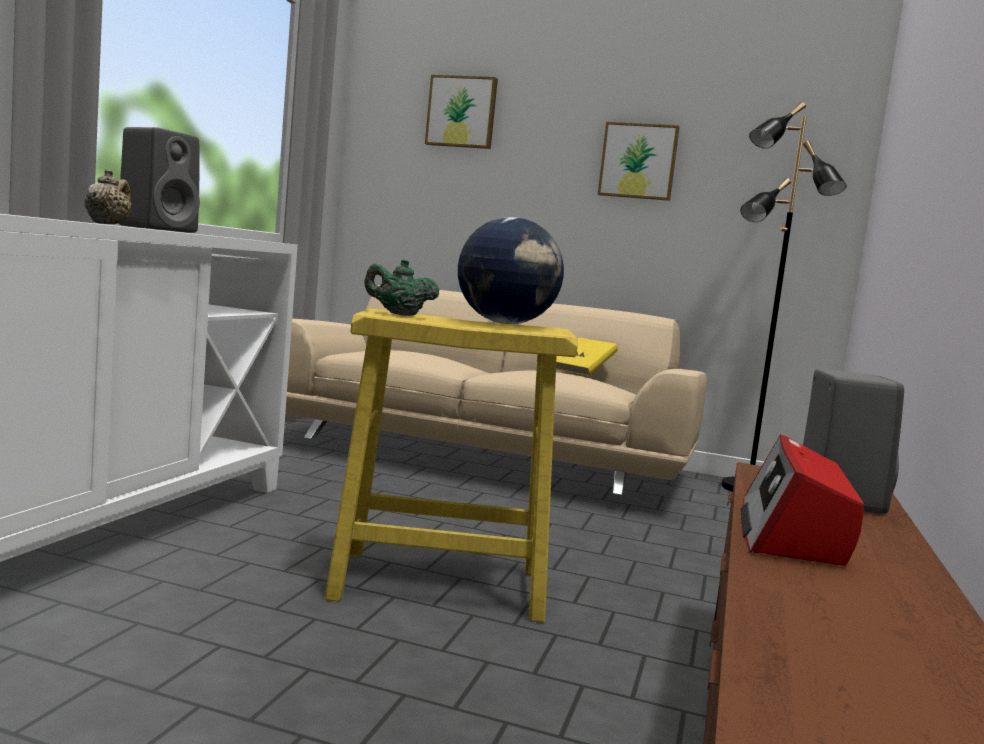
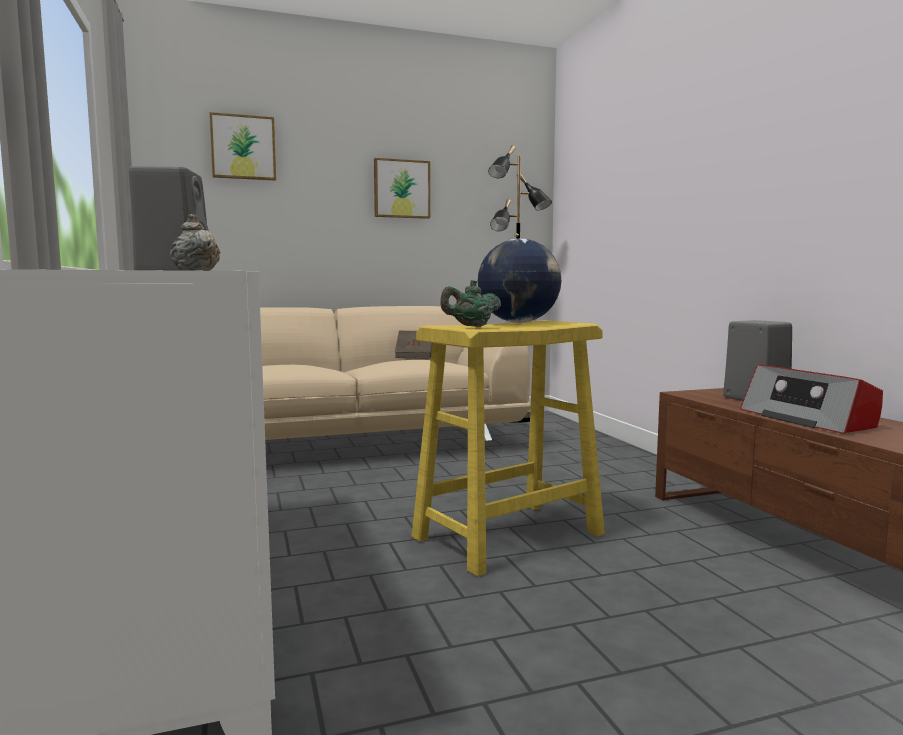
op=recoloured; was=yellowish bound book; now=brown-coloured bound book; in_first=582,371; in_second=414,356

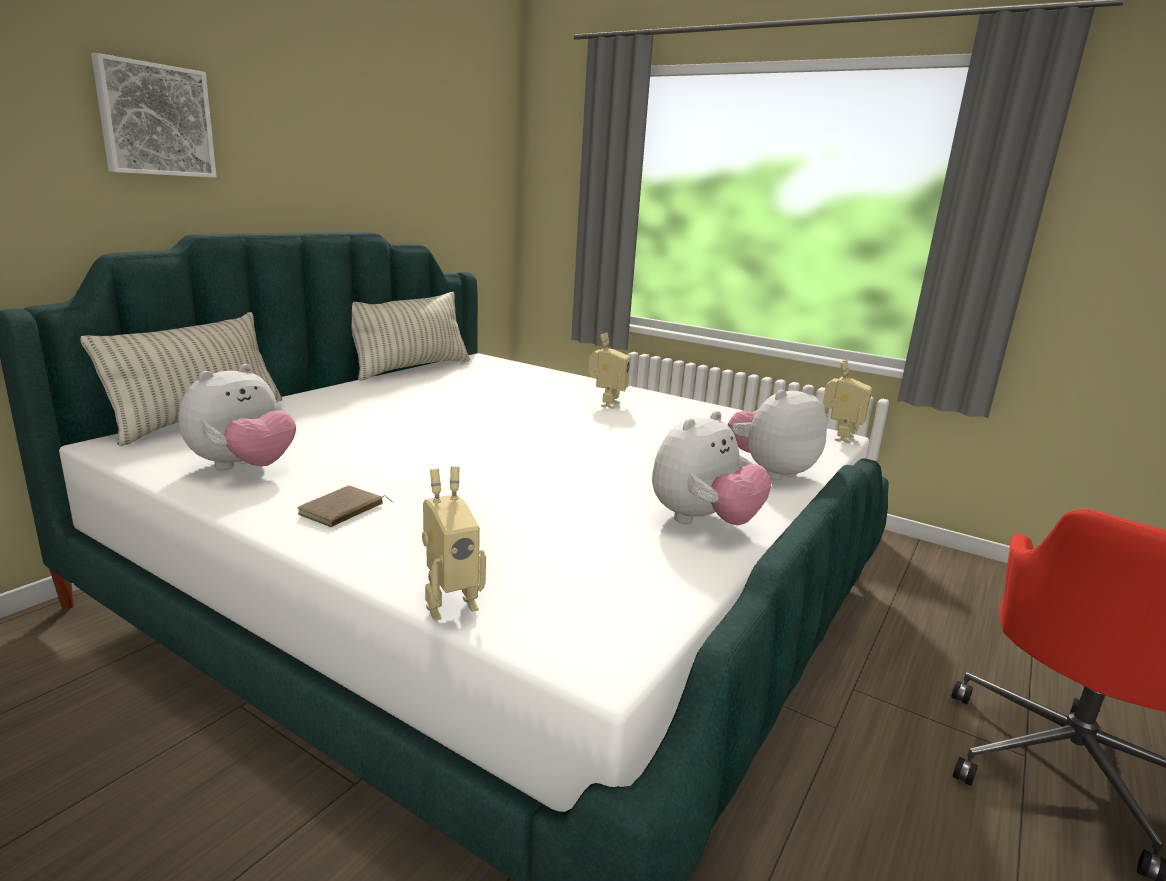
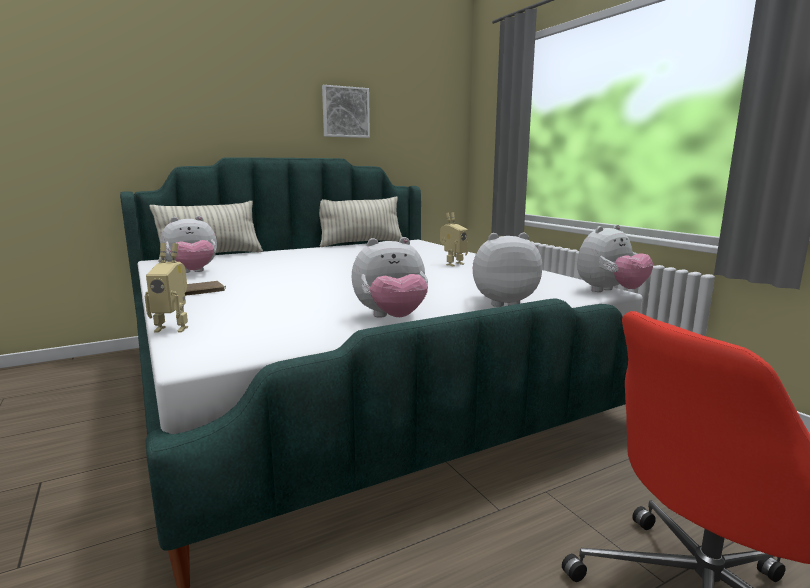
op=moved; was=picture; in_first=155,120; in_second=345,112
op=replaced; was=model robot; now=soft toy; in_first=839,437; in_second=609,292

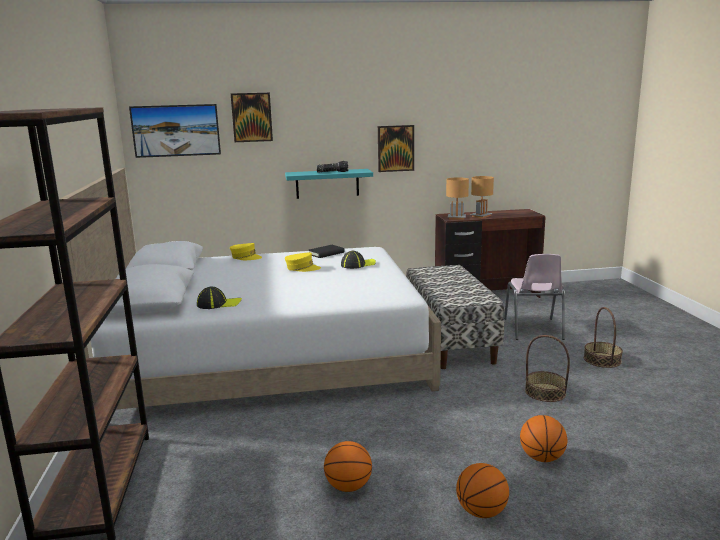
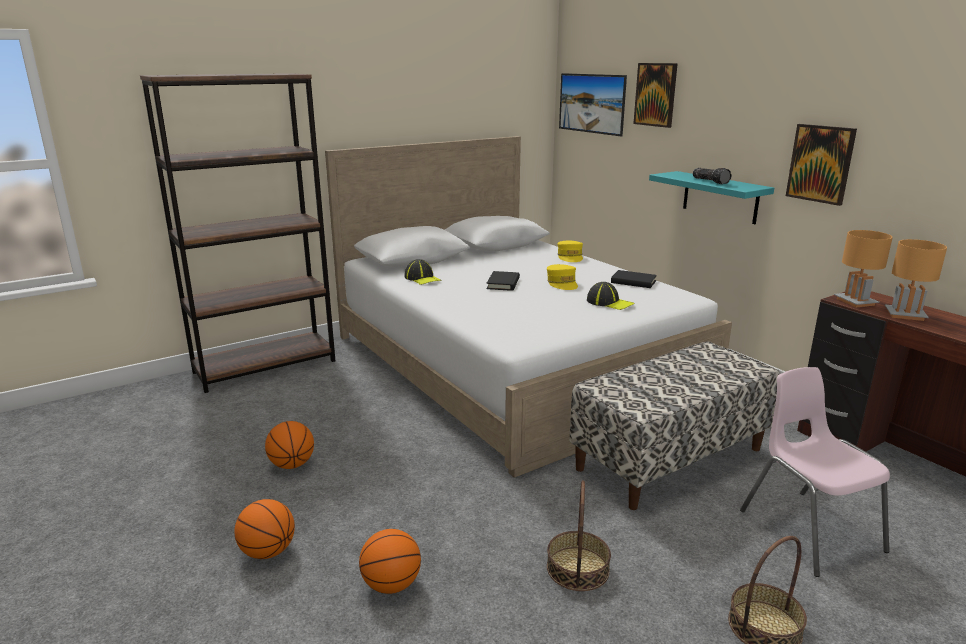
op=added; now=black-coloured bound book; in_second=503,283
op=turned; was=pink-coloured plain chair; in_first=533,329; in_second=808,529; clockwise=90

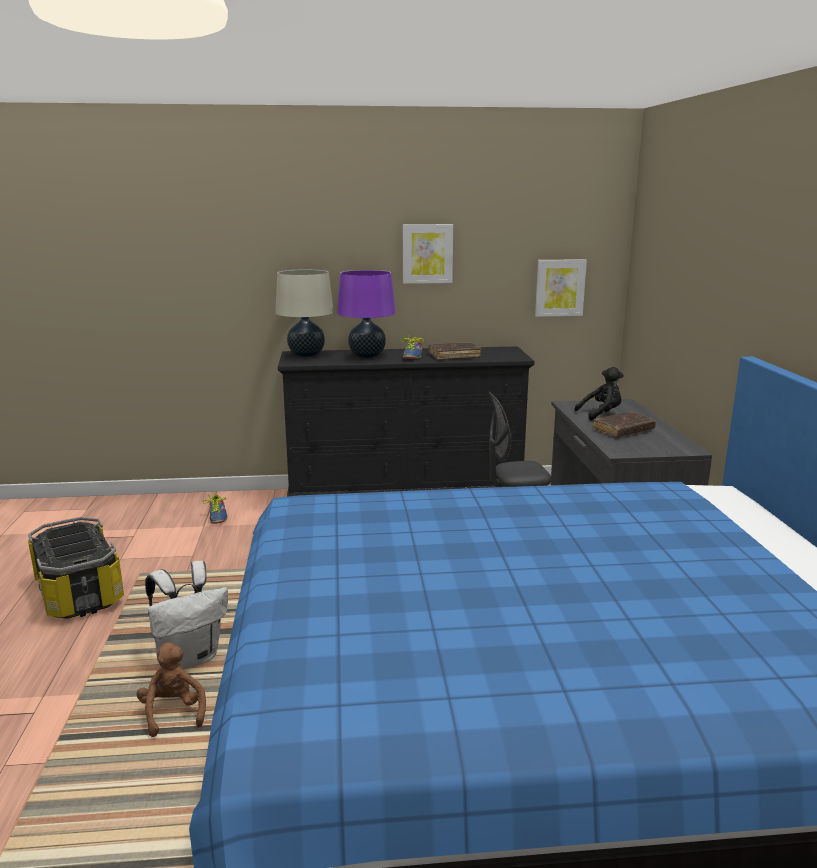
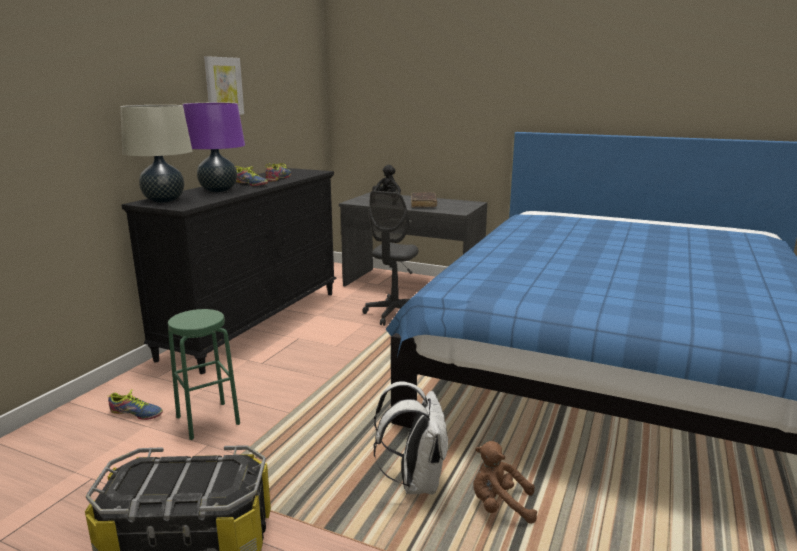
op=added; now=green-coloured stool; in_second=208,420
op=replaced; was=brown-coloured bound book; now=item of footwear; in_first=454,356; in_second=278,178
op=removed; was=picture; in_first=560,287

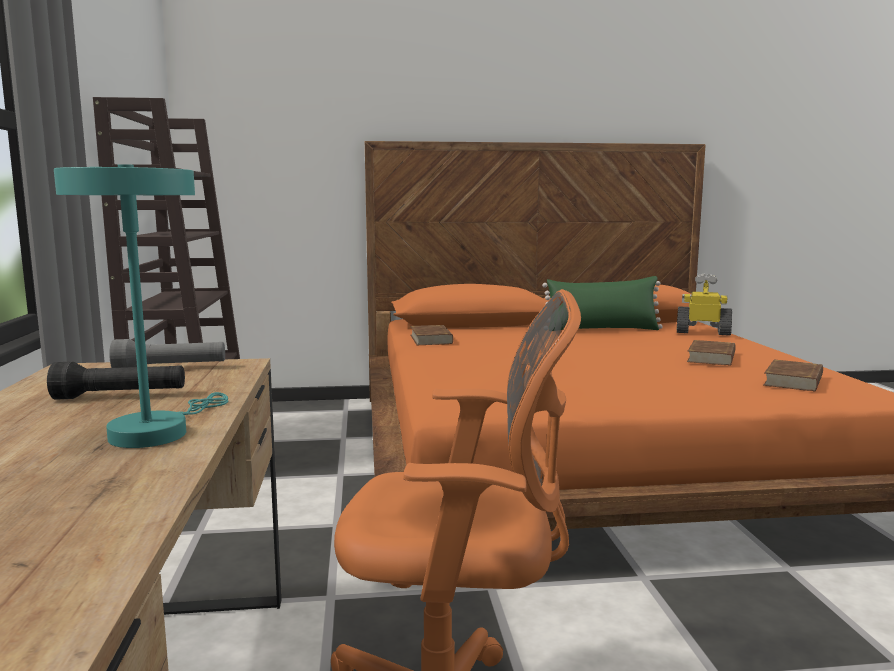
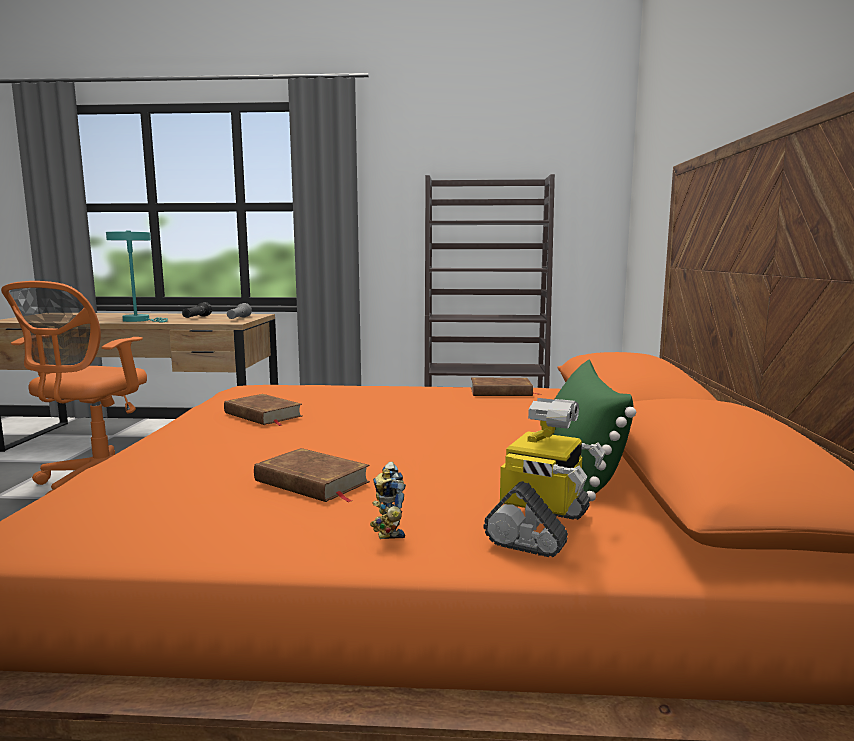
op=moved; was=brown-coloured bound book; in_first=794,381; in_second=263,415
op=added; now=model robot; in_second=385,531

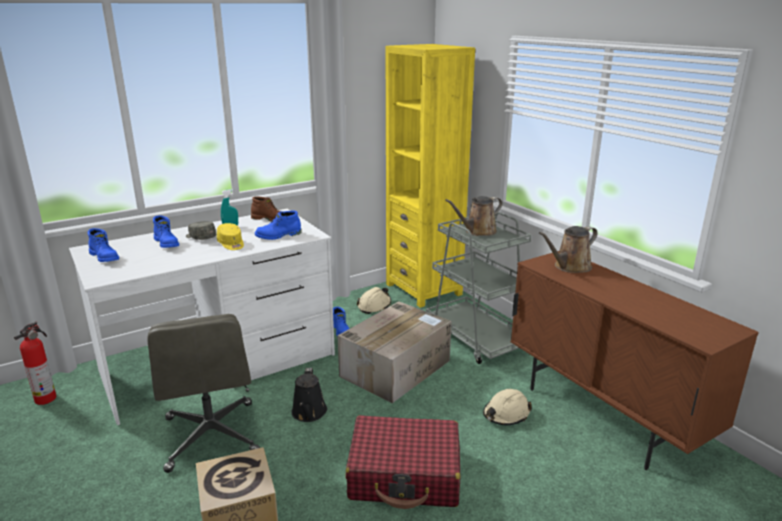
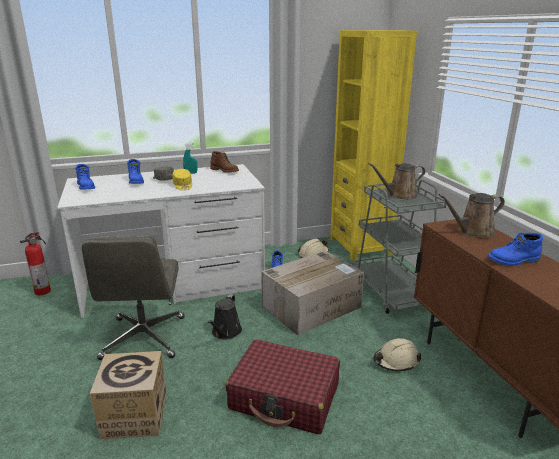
op=moved; was=blue-coloured boot; in_first=278,236; in_second=514,261

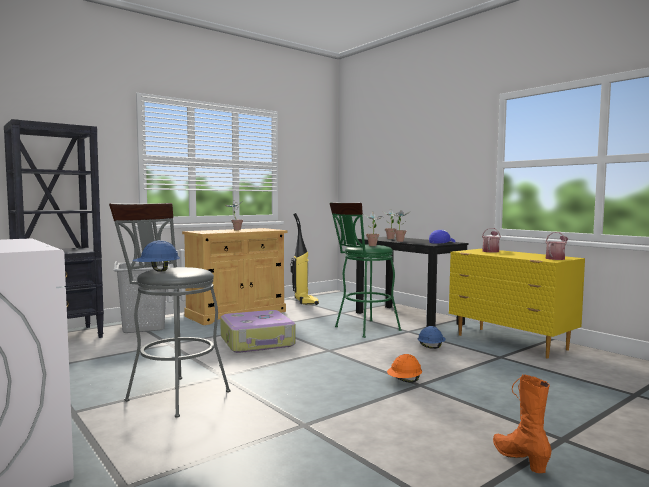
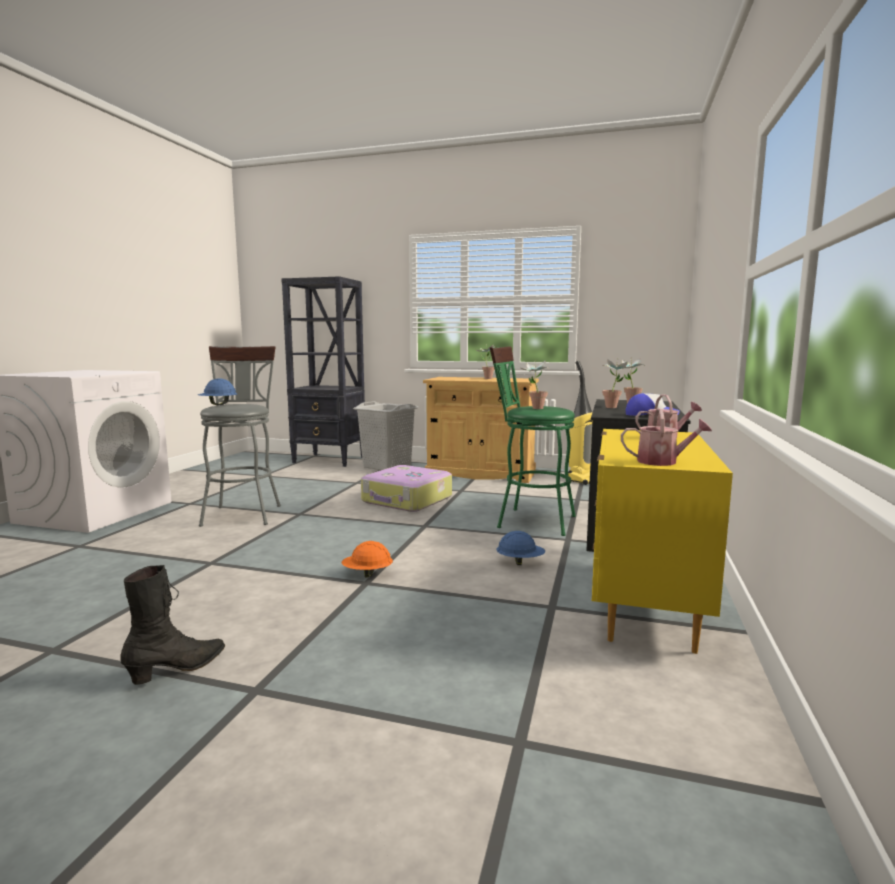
op=recoloured; was=orange-coloured boot; now=black-coloured boot; in_first=519,459; in_second=178,669

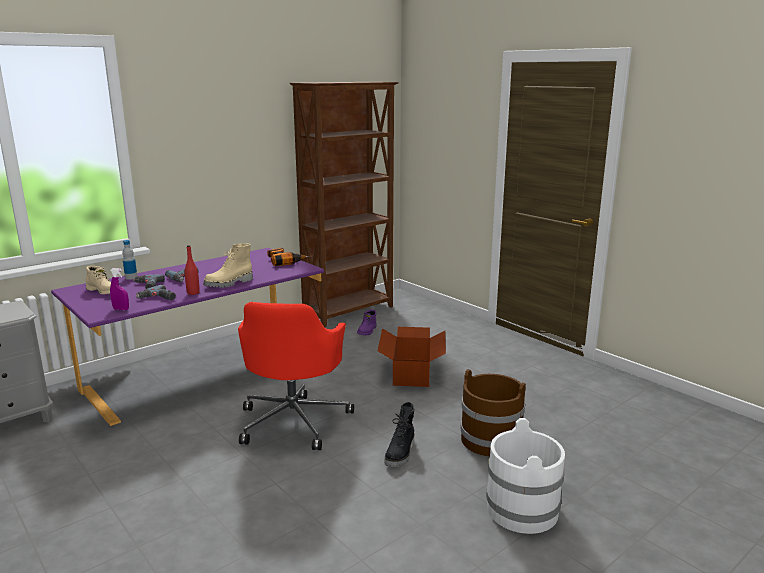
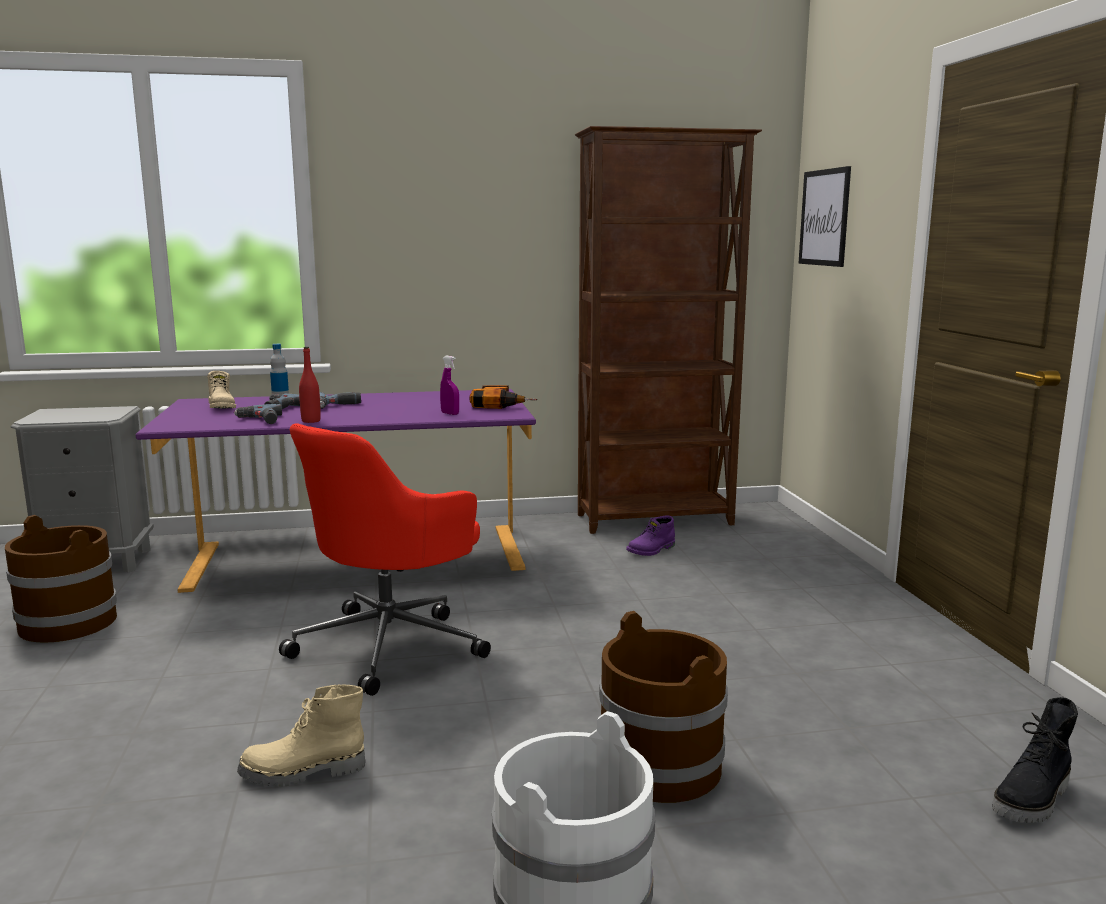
op=added; now=brown-coloured bucket; in_second=67,623
op=moved; was=sand-coloured boot; in_first=229,283; in_second=303,773
op=moved; was=purplish sprayer; in_first=121,309; in_second=450,413
op=added; now=picture; in_second=824,217
op=moved; was=black-coloured boot; in_first=401,454; in_second=1033,800
op=removed; was=cardboard box; in_first=412,373

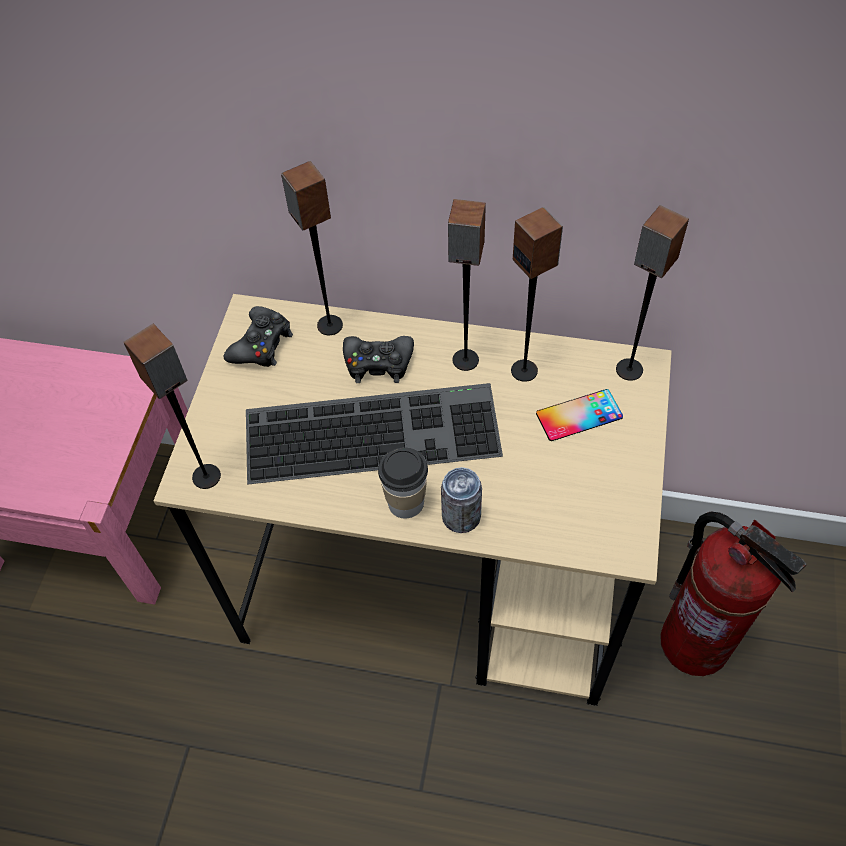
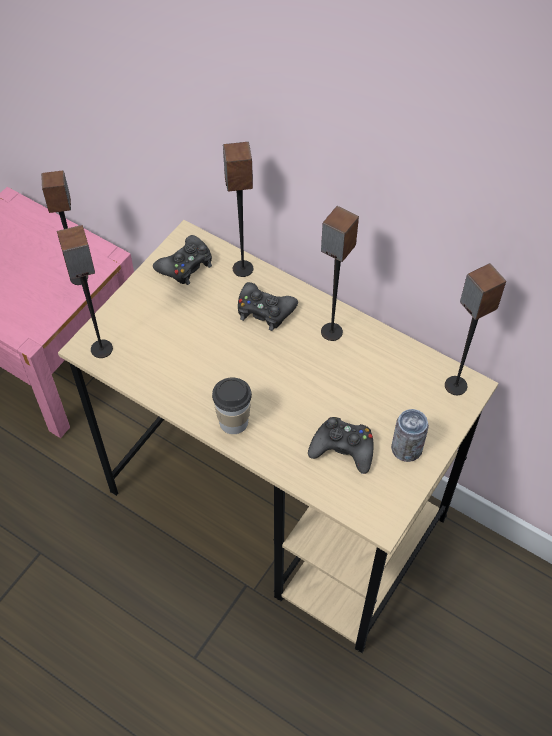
op=moved; was=speaker; in_first=524,370; in_second=79,278
op=added; now=black-coloured gamepad; in_second=343,448
op=moved; was=metal can; in_first=461,516; in_second=406,448
op=removed; was=PC keyboard; in_first=374,429
op=removed; was=telephone; in_first=579,415
op=removed; was=fire-fighting cylinder; in_first=694,642

